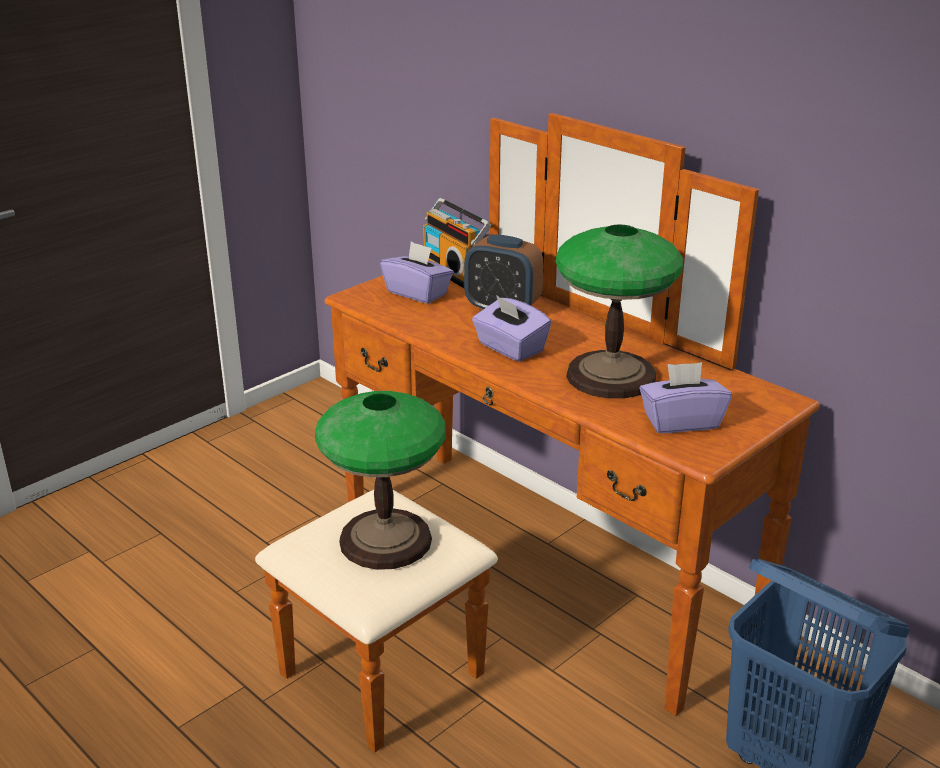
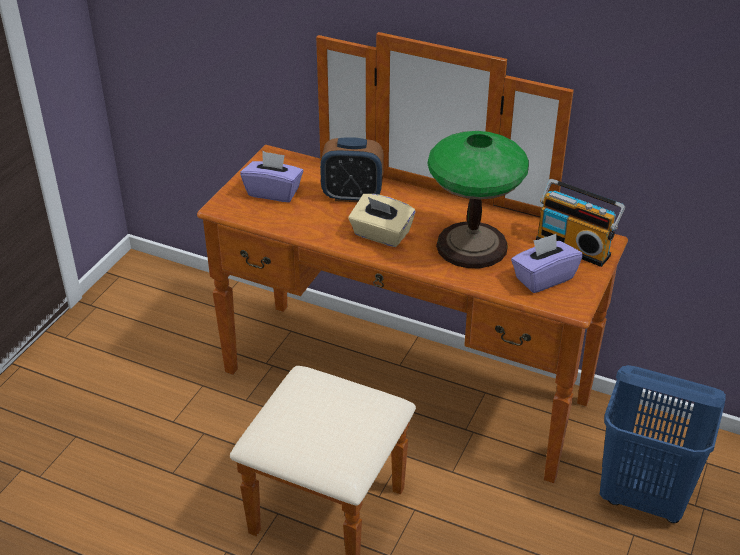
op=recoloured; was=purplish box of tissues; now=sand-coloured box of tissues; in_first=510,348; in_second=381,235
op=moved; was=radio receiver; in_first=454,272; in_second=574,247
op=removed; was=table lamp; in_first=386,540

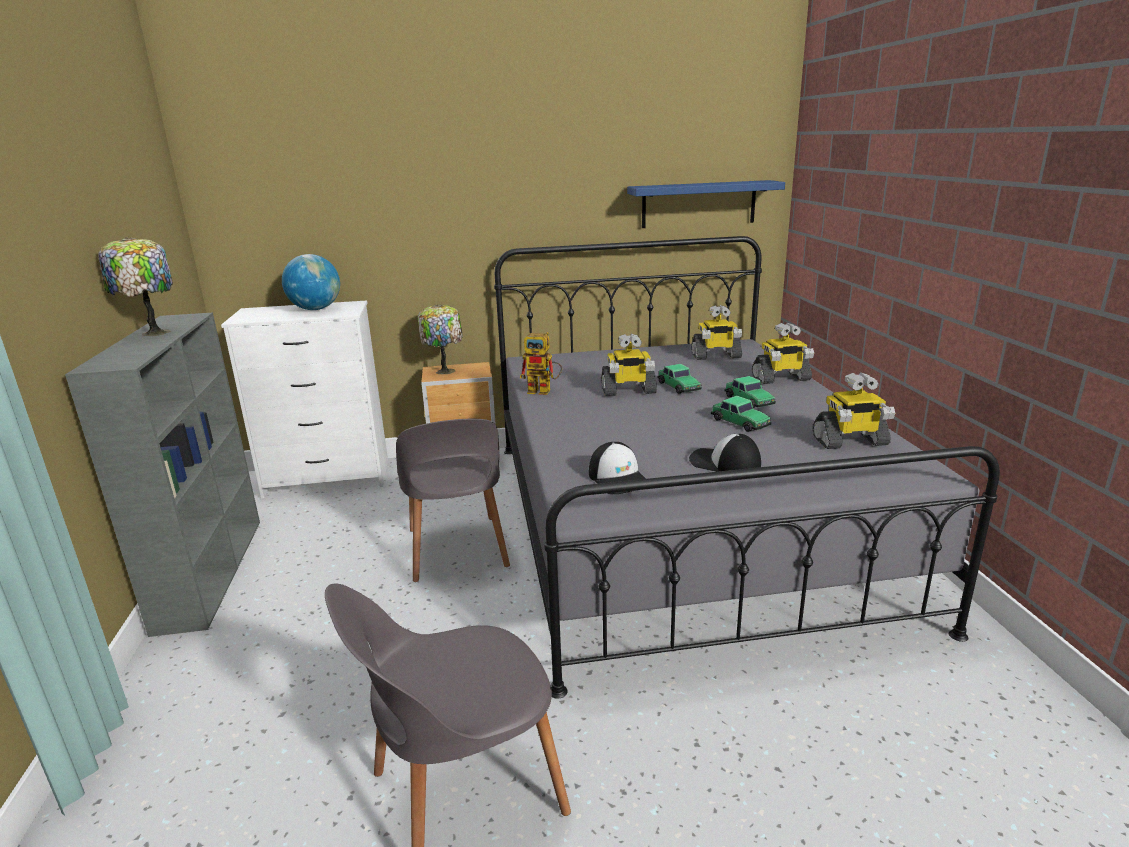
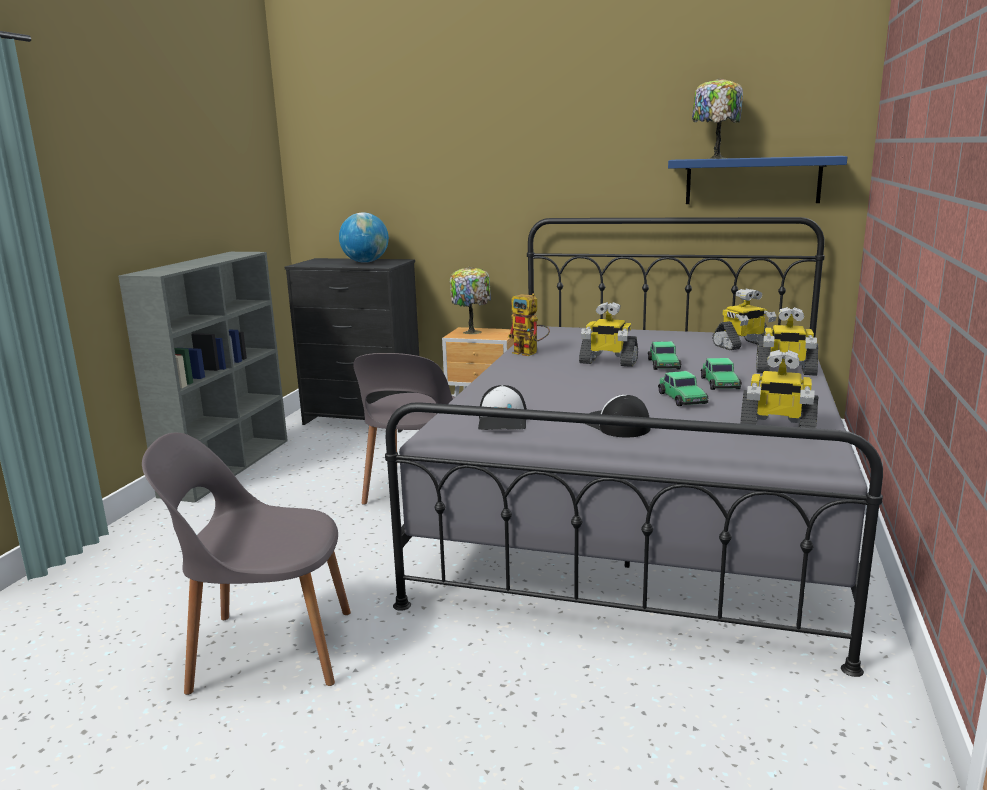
op=recoloured; was=white-coloured chest of drawers; now=black-coloured chest of drawers; in_first=327,478; in_second=363,419
op=moved; was=table lamp; in_first=153,333; in_second=715,158
op=turned; was=model robot; in_first=715,356; in_second=742,345; clockwise=-45

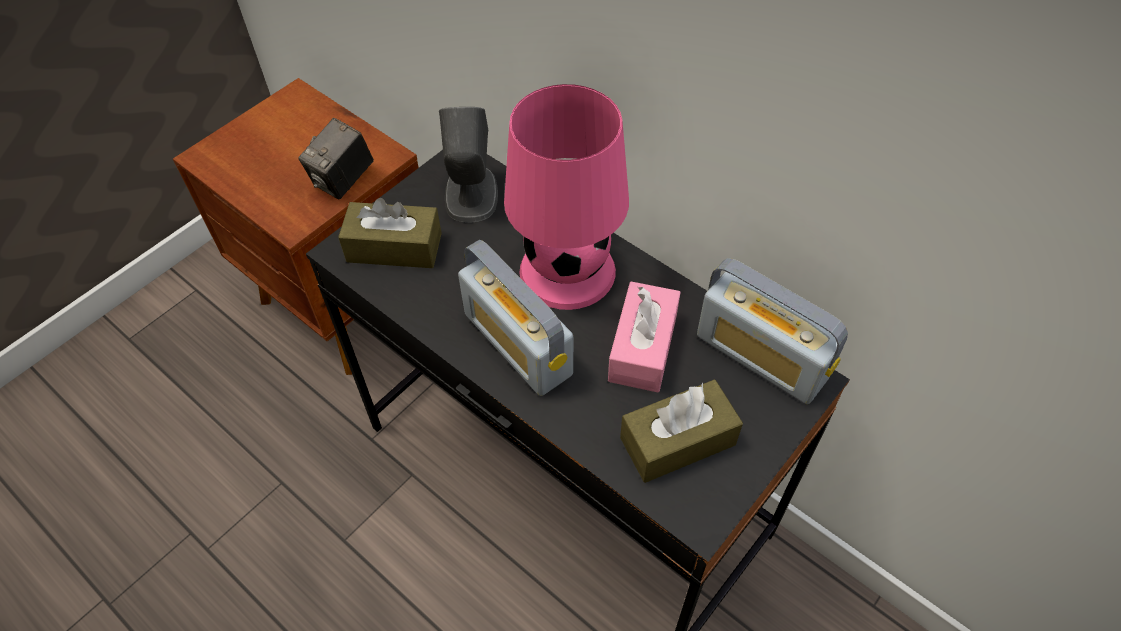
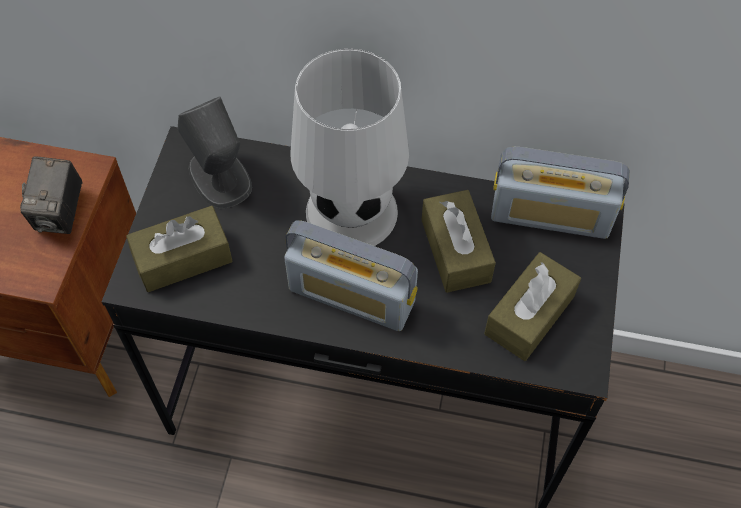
op=recoloured; was=pink-coloured table lamp; now=white-coloured table lamp; in_first=566,271; in_second=350,212
op=recoloured; was=pink-coloured box of tissues; now=brown-coloured box of tissues; in_first=643,348; in_second=455,250

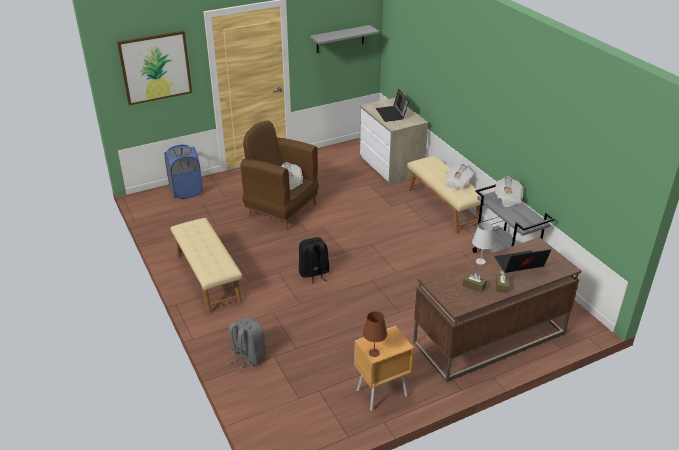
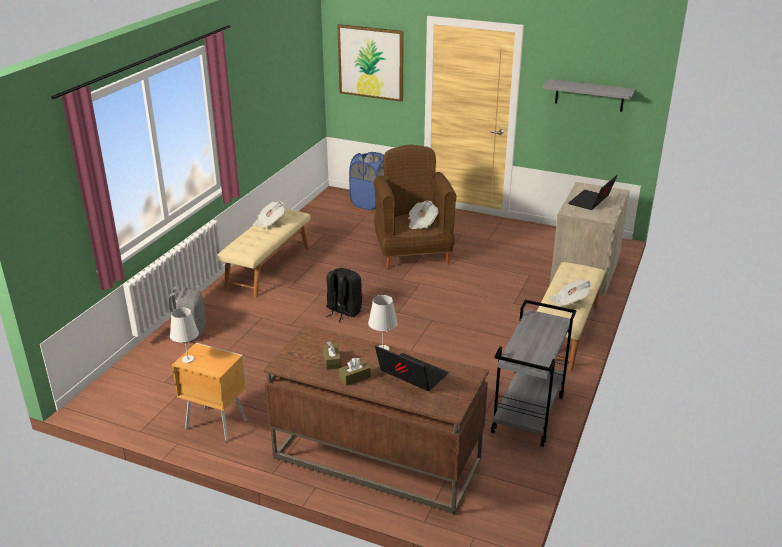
op=recoloured; was=brown-coloured table lamp; now=white-coloured table lamp; in_first=374,353; in_second=188,359
op=moved; was=newspaper; in_first=507,199; in_second=269,223

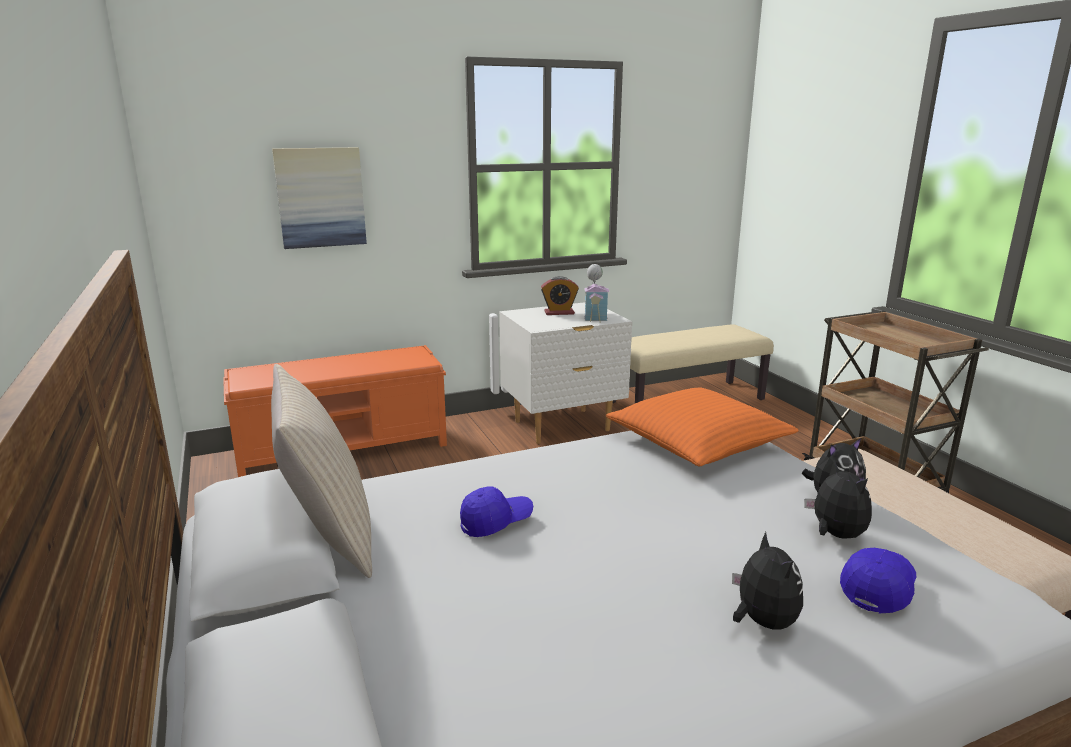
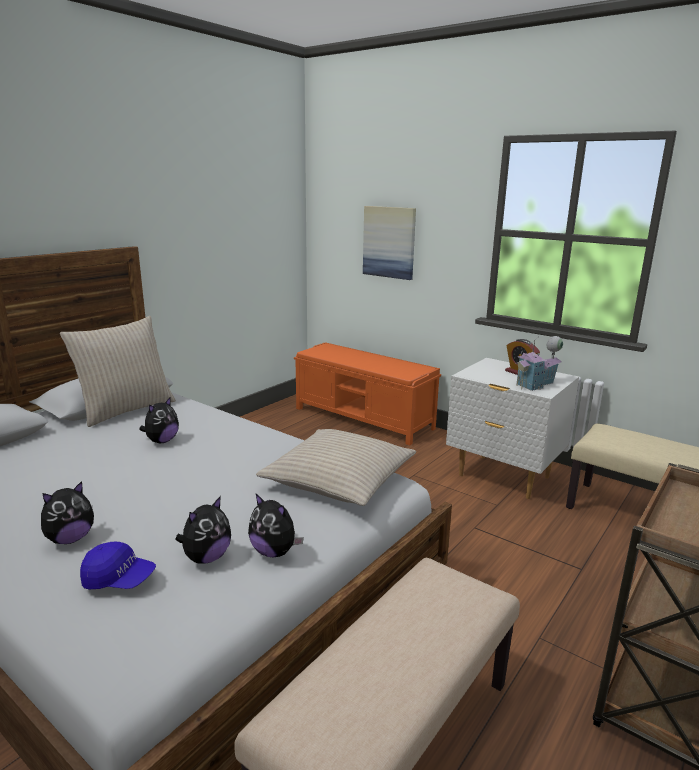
op=replaced; was=blue-coloured baseball cap; now=soft toy; in_first=496,522; in_second=162,441
op=recoloured; was=orange-coloured pillow; now=sand-coloured pillow; in_first=698,442; in_second=338,479

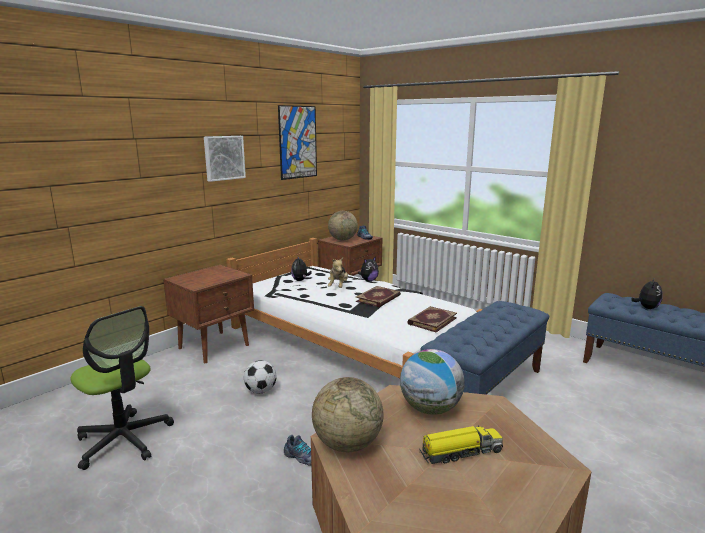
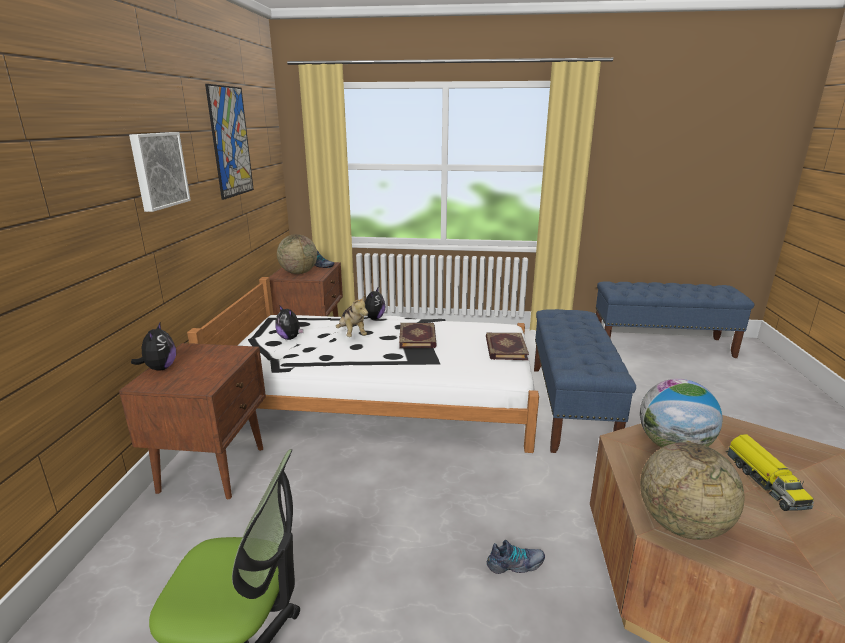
op=moved; was=soft toy; in_first=646,308; in_second=160,368
op=turned; was=model truck; in_first=460,452; in_second=764,481; clockwise=135
op=removed; was=football ball; in_first=261,390

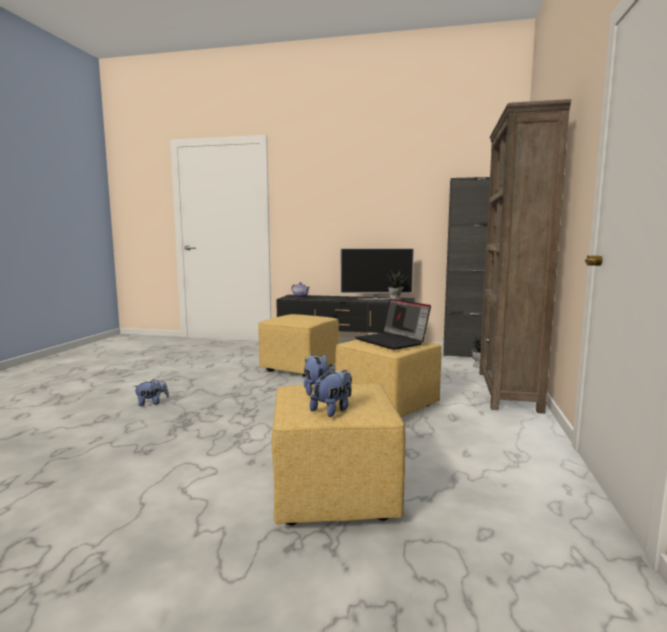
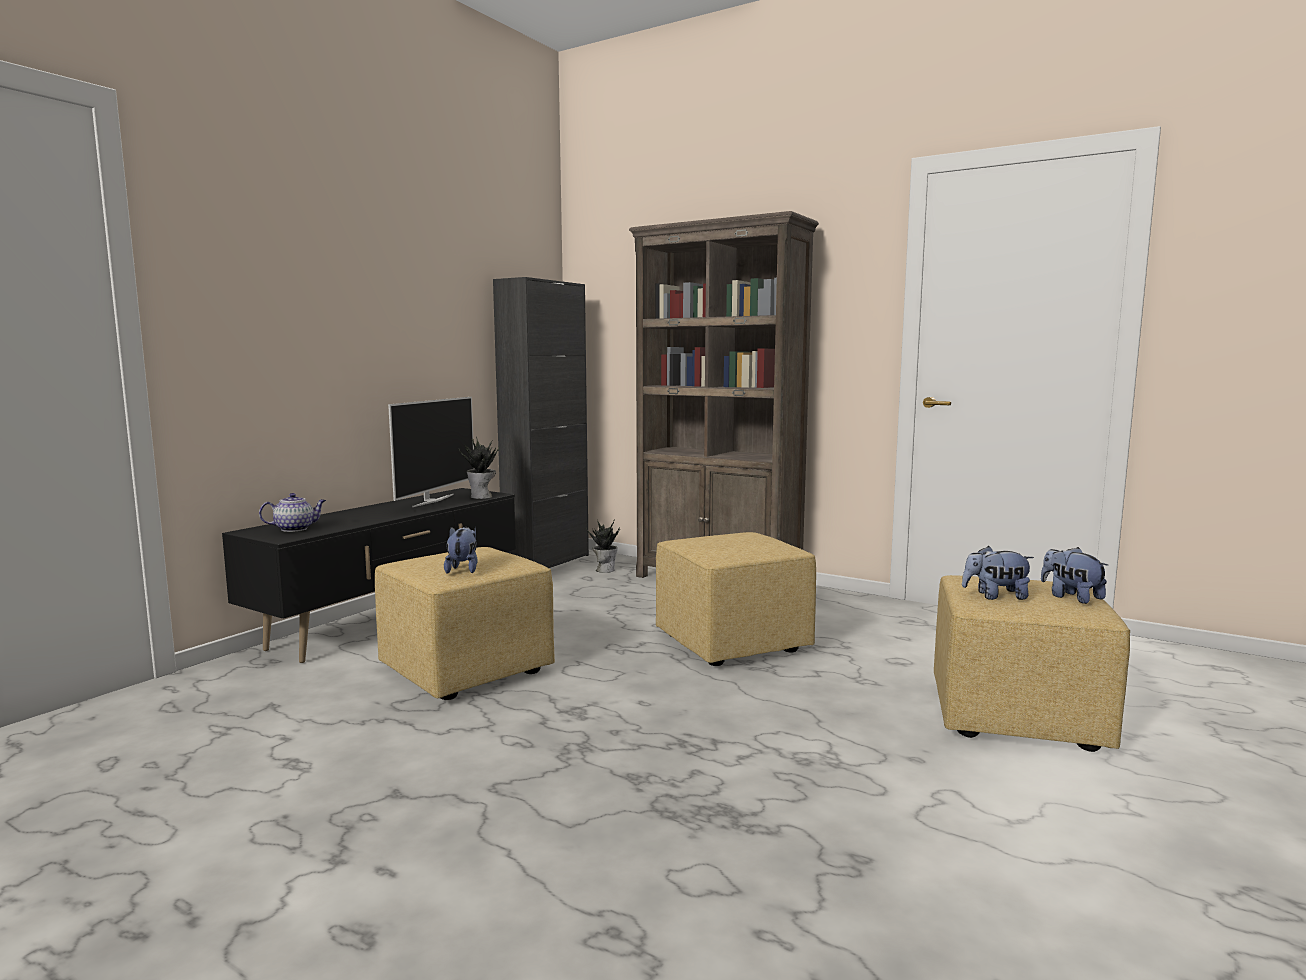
op=moved; was=soft toy; in_first=152,403; in_second=463,569
op=removed; was=notebook computer; in_first=392,341

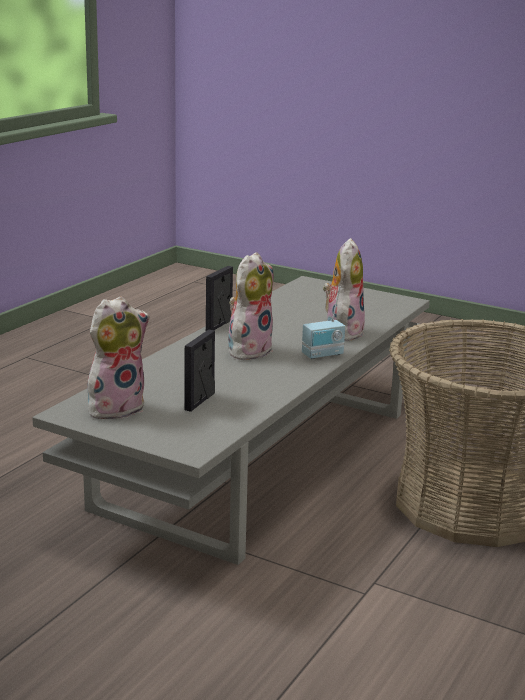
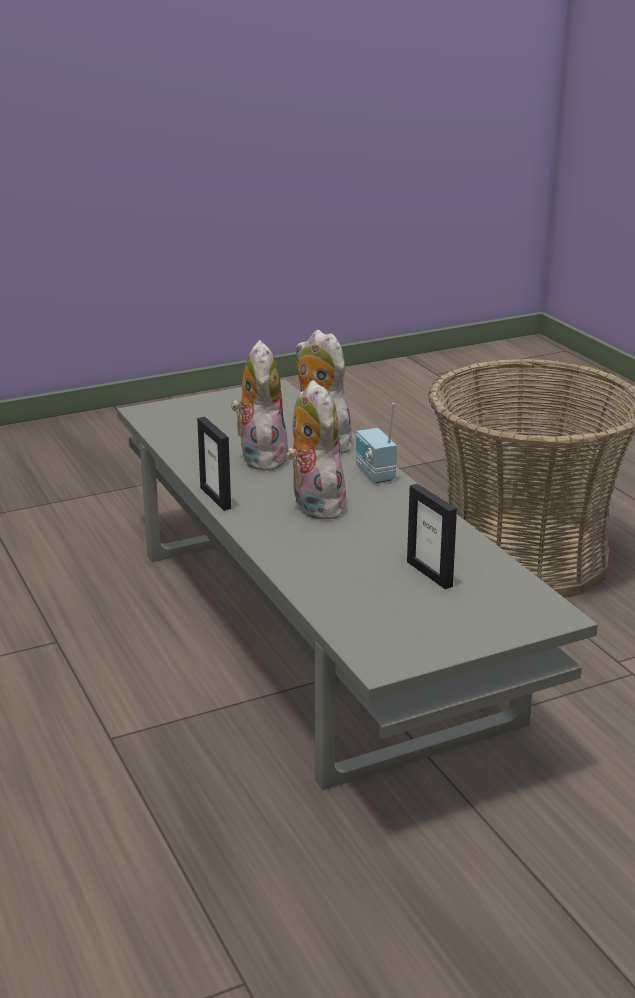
op=moved; was=soft toy; in_first=116,407; in_second=260,457
op=turned; was=radio receiver; in_first=323,355; in_second=373,474; clockwise=150

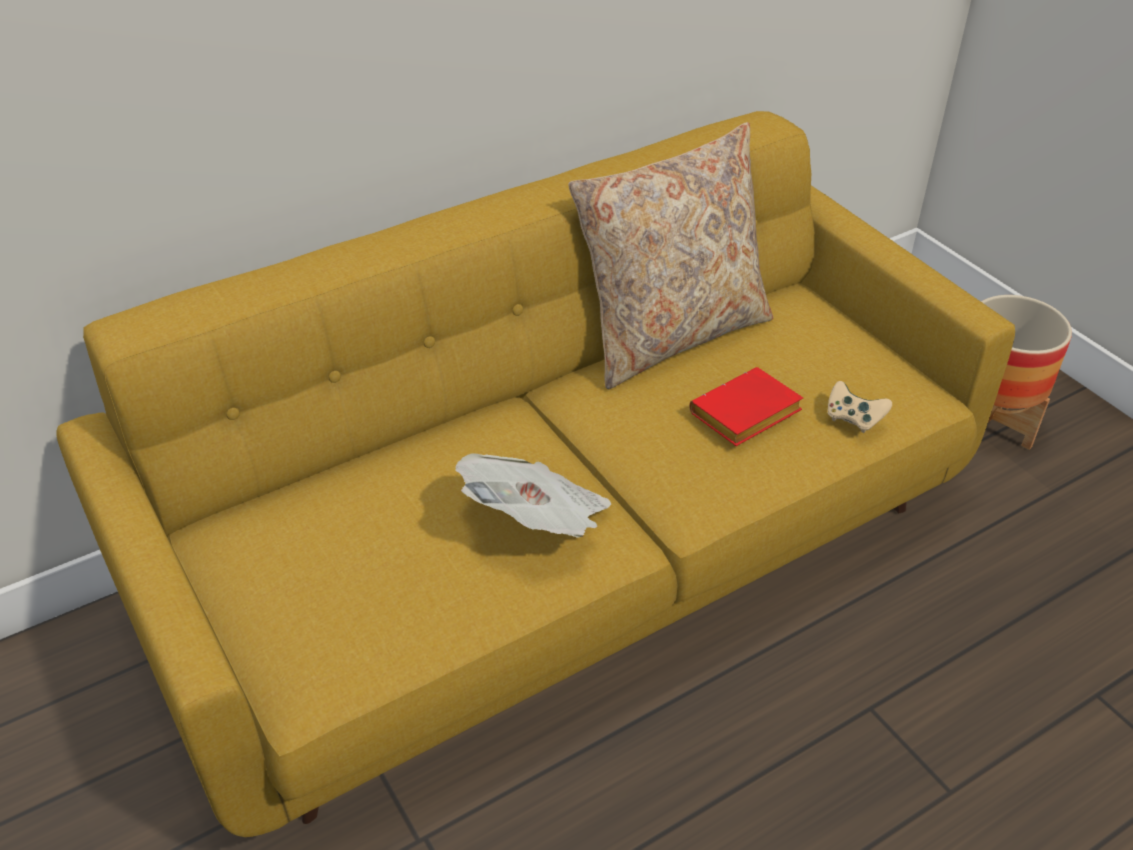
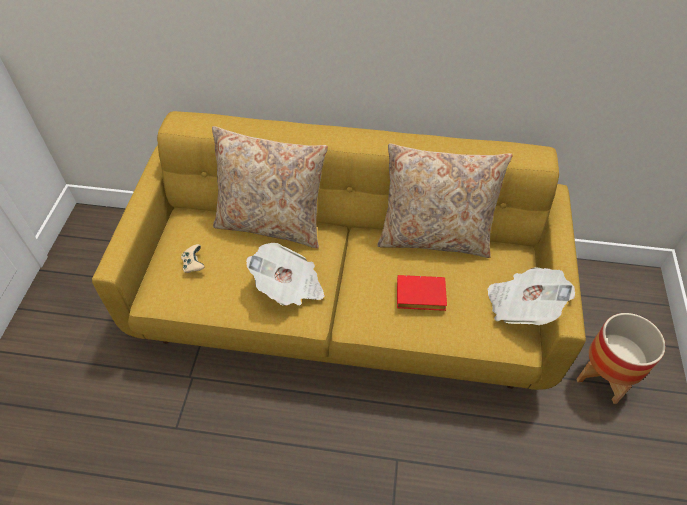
op=moved; was=sand-coloured gamepad; in_first=853,418; in_second=193,264
op=added; now=sand-coloured pillow; in_second=271,224
op=added; now=newspaper; in_second=522,306

